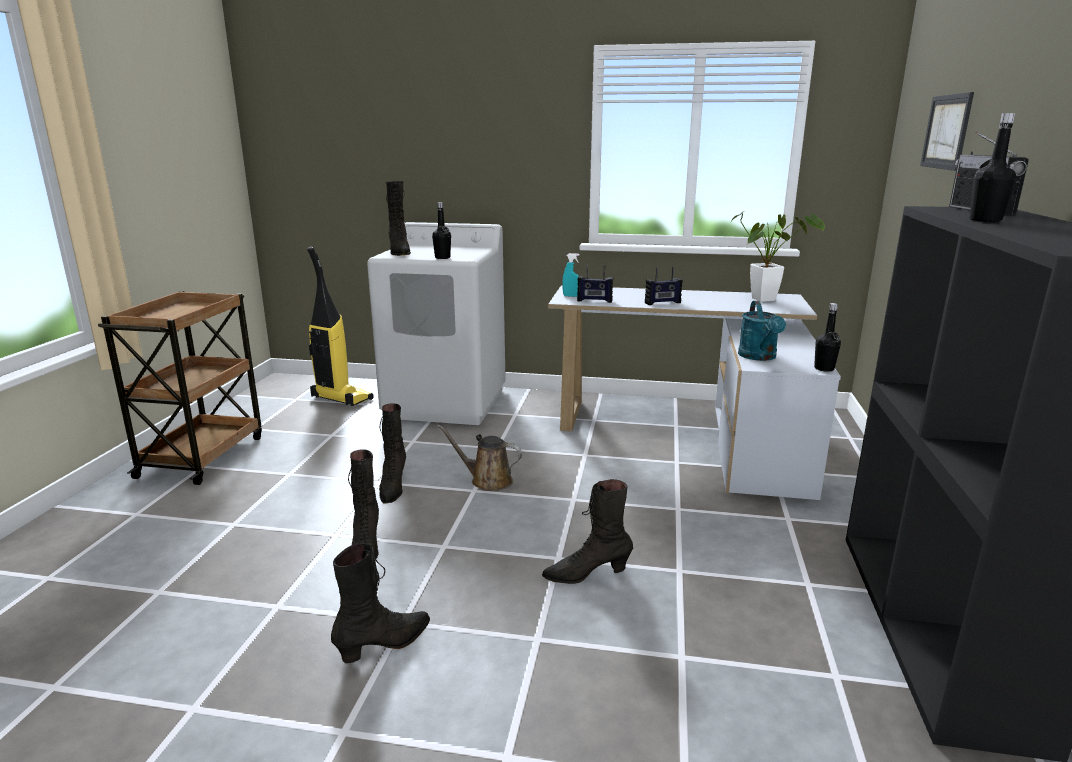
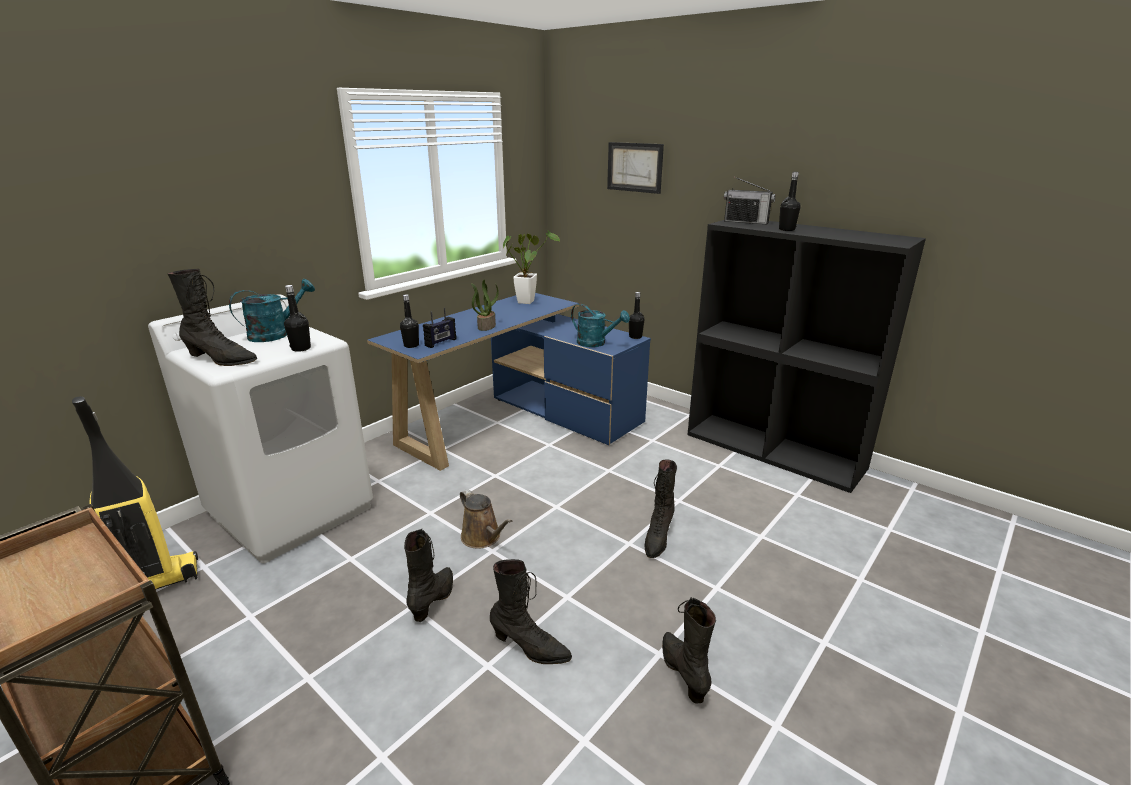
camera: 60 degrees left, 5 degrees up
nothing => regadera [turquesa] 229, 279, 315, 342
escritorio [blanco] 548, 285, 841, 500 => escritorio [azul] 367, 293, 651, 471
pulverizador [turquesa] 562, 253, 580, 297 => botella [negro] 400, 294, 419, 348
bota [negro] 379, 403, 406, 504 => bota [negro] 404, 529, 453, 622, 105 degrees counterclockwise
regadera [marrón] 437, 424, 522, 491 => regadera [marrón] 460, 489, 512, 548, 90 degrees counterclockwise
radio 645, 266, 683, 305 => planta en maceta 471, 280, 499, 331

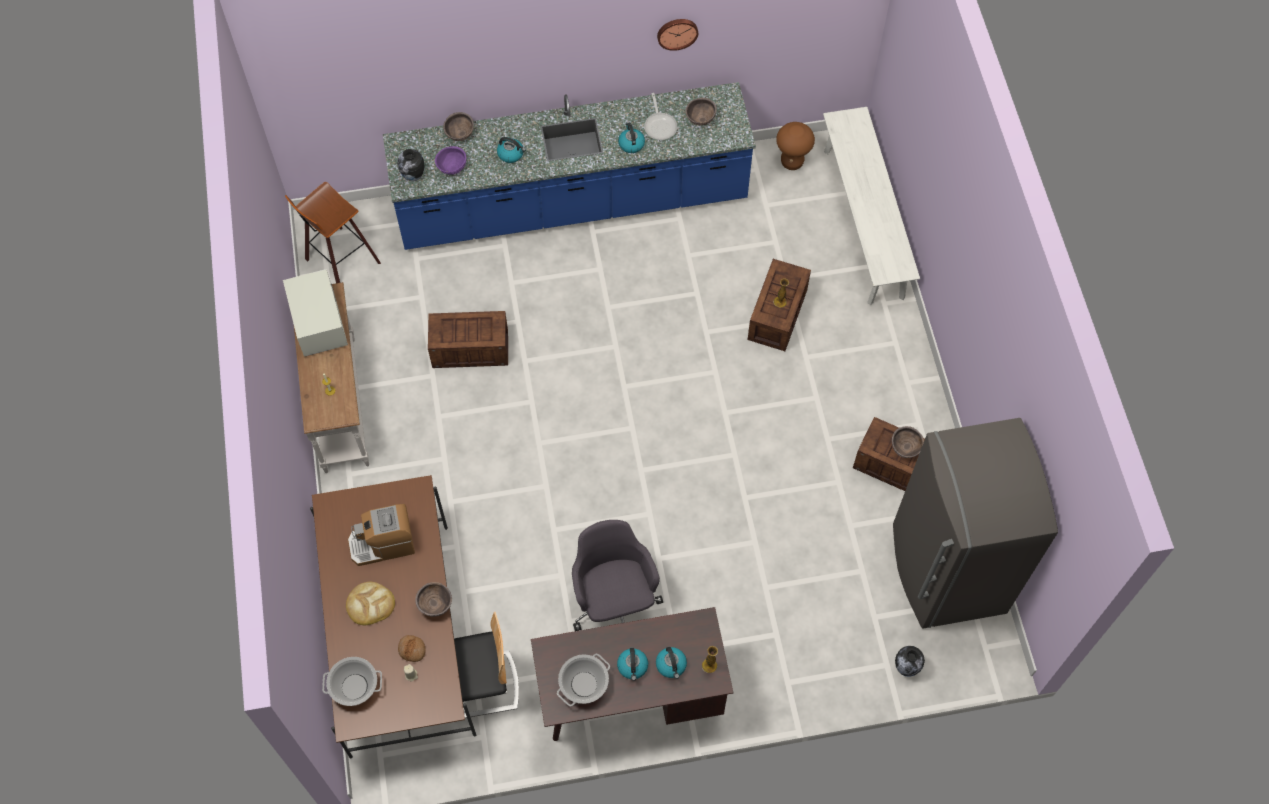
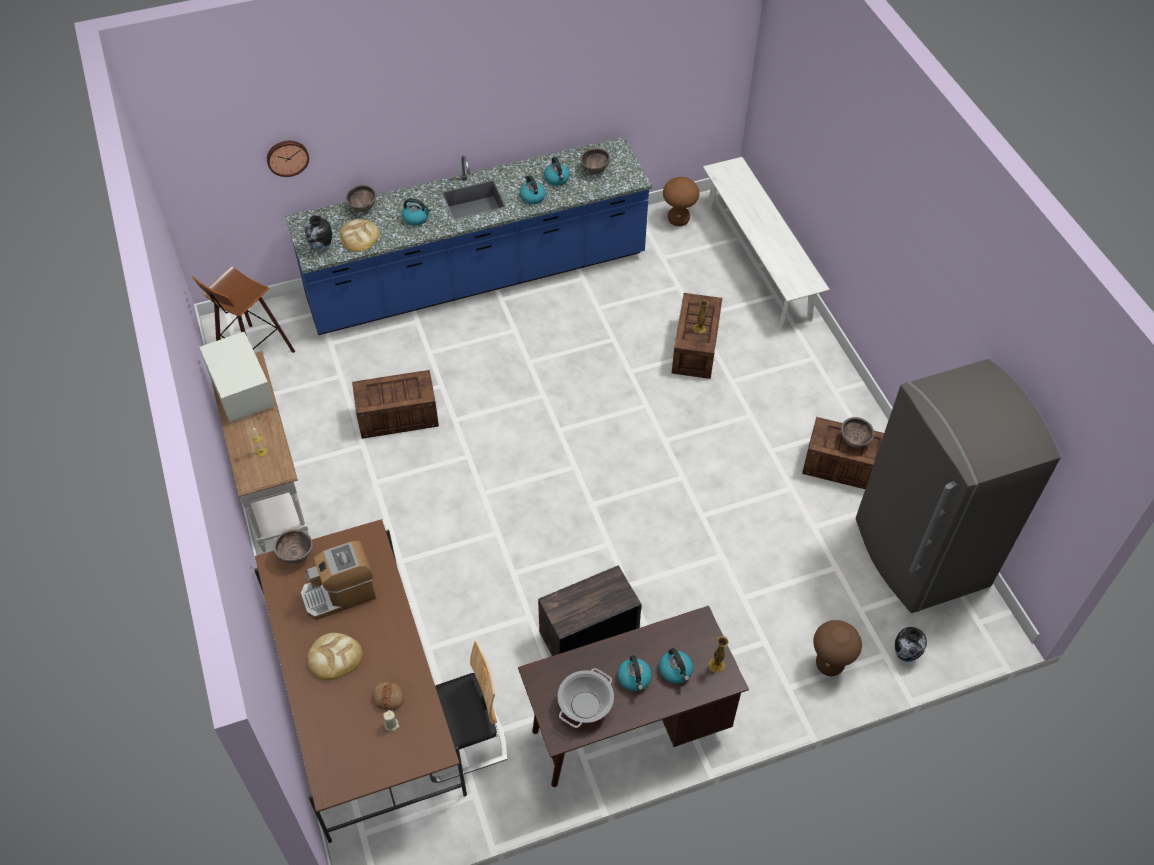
camera: 10 degrees left, 10 degrees down
reloj de pared 657, 19, 698, 51 => reloj de pared 267, 141, 309, 177, relocated
cuenco [marrón] 415, 582, 452, 617 => cuenco [marrón] 273, 529, 313, 564, relocated
cuenco [morado] 435, 146, 466, 175 => pan 340, 219, 380, 252
silla de oficina [gris] 572, 520, 663, 631 => caja de embalaje 538, 565, 642, 656
sartén 644, 93, 678, 140 => hervidor 544, 157, 570, 186
nothing => taburete [marrón] 813, 620, 862, 676
olla 322, 657, 382, 706 => nothing

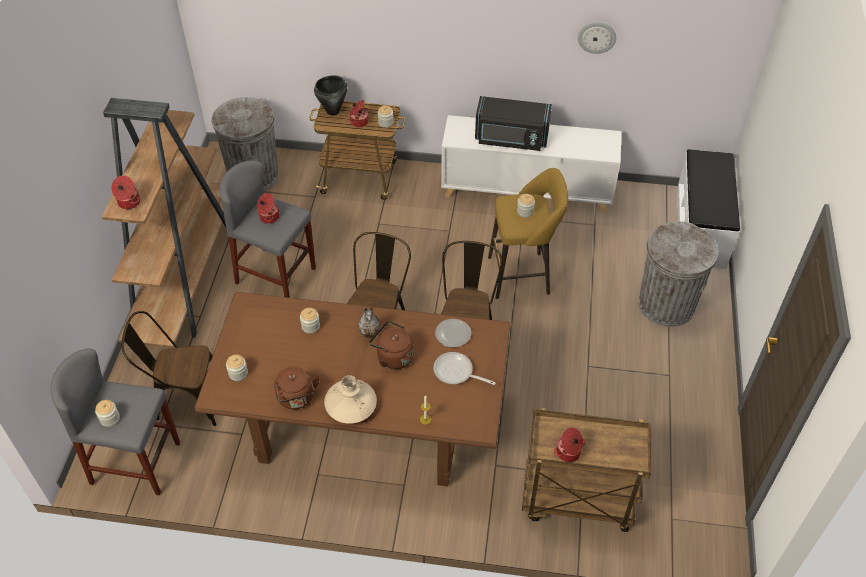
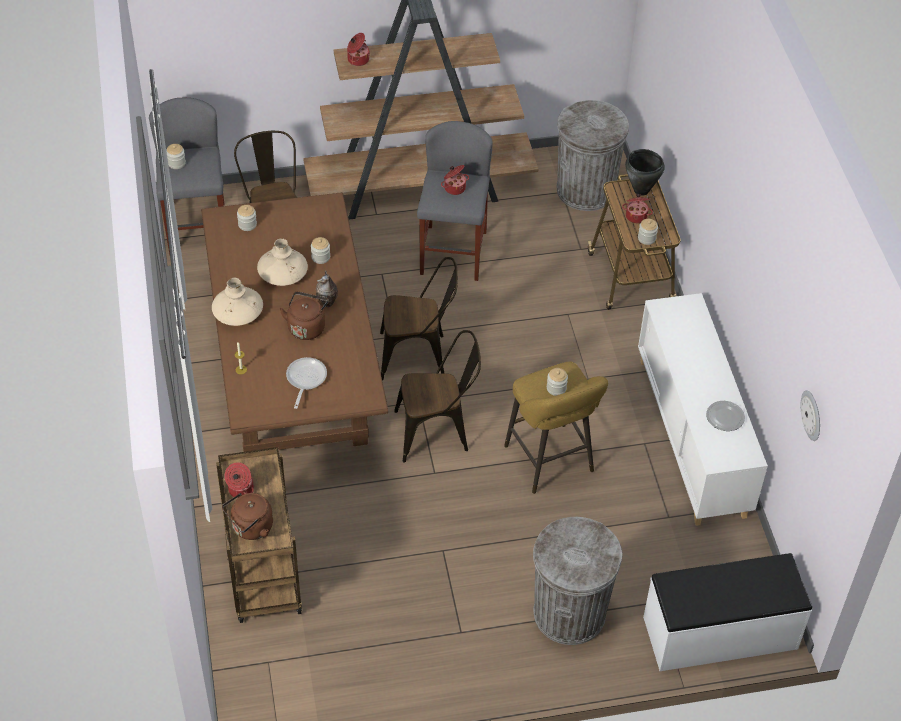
camera: 70 degrees right, 0 degrees up
hervidor [marrón] 274, 366, 320, 409 => hervidor [marrón] 222, 493, 273, 540, relocated
nothing => florero [beis] 257, 238, 308, 286
plato 435, 319, 471, 347 => plato 706, 401, 745, 431, relocated
reloj de pared 578, 22, 616, 54 => reloj de pared 801, 390, 820, 441, relocated
microondas [negro] 475, 96, 552, 151 => nothing

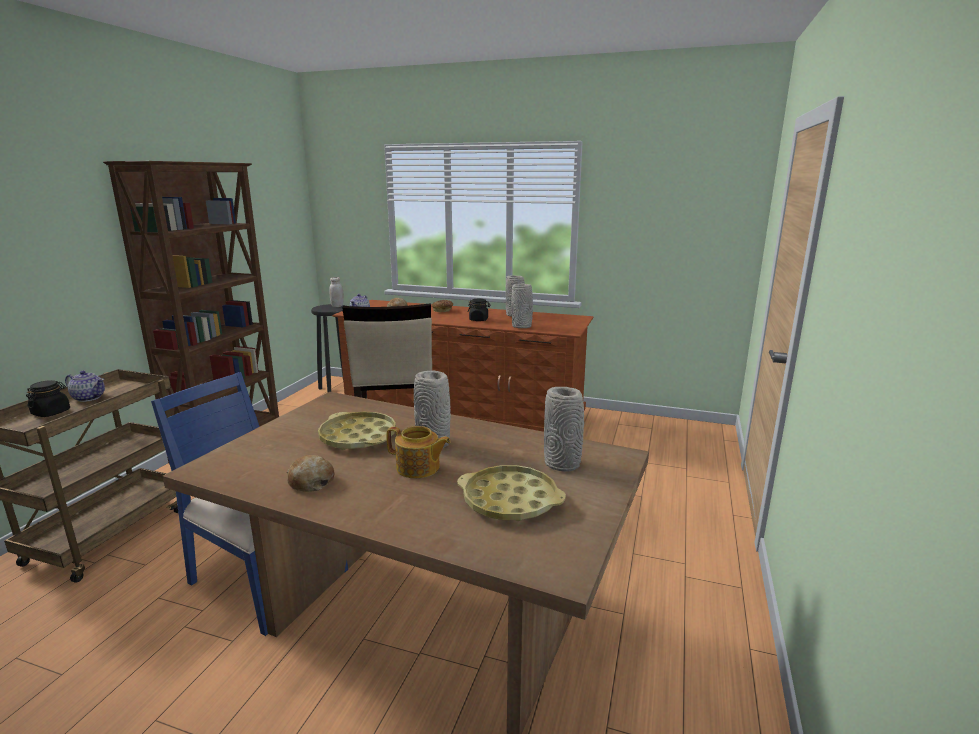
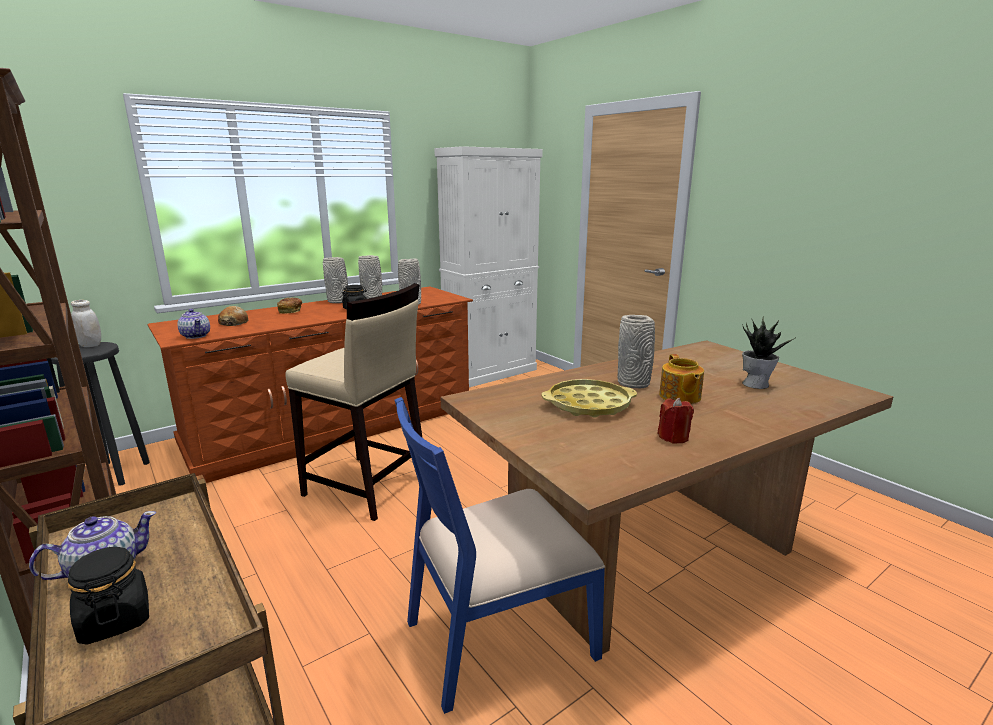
camera: 55 degrees left, 0 degrees up
florero [gris] 544, 387, 584, 472 => florero [gris] 323, 257, 348, 303, relocated
nothing => armario [blanco] 434, 146, 543, 387
pan 287, 455, 334, 492 => vela [rojo] 657, 398, 694, 443
tetera 386, 426, 451, 478 => tetera 659, 354, 704, 404, 120 degrees clockwise
bandeja [amarillo] 457, 465, 566, 521 => planta en maceta 742, 316, 796, 389

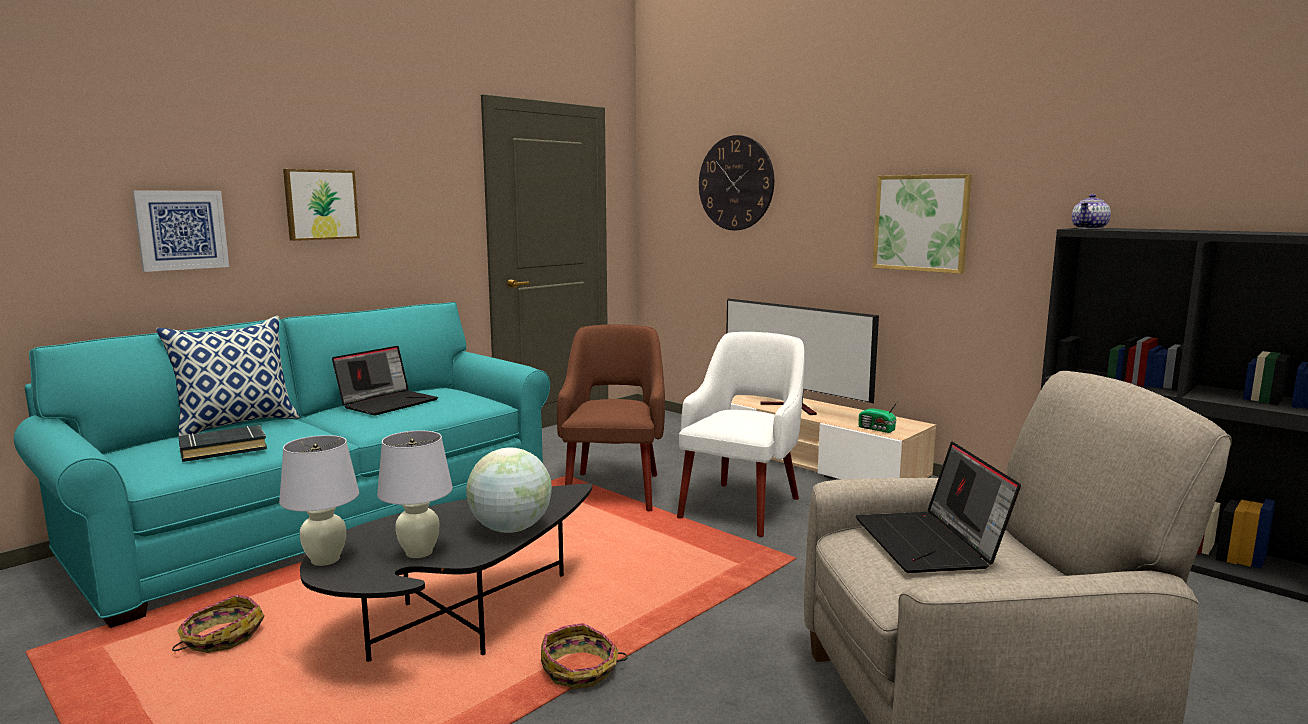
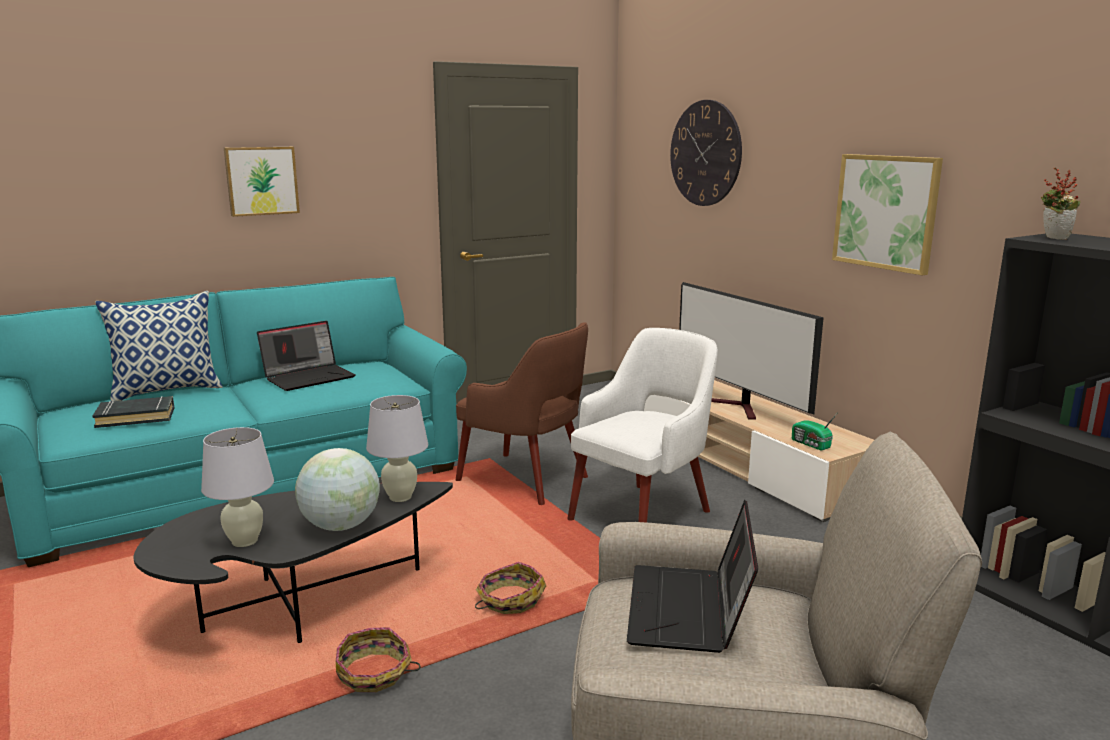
camera: 15 degrees right, 5 degrees up
lámpara de mesa [blanco] 279, 435, 359, 566 => lámpara de mesa [blanco] 366, 395, 428, 502, relocated
sillón [marrón] 557, 324, 665, 511 => sillón [marrón] 456, 322, 588, 505, 105 degrees clockwise
cesta 172, 595, 265, 653 => cesta 475, 562, 546, 614, relocated
tetera 1071, 194, 1111, 229 => planta en maceta 1041, 168, 1080, 240
cuadro 132, 190, 229, 272 => nothing

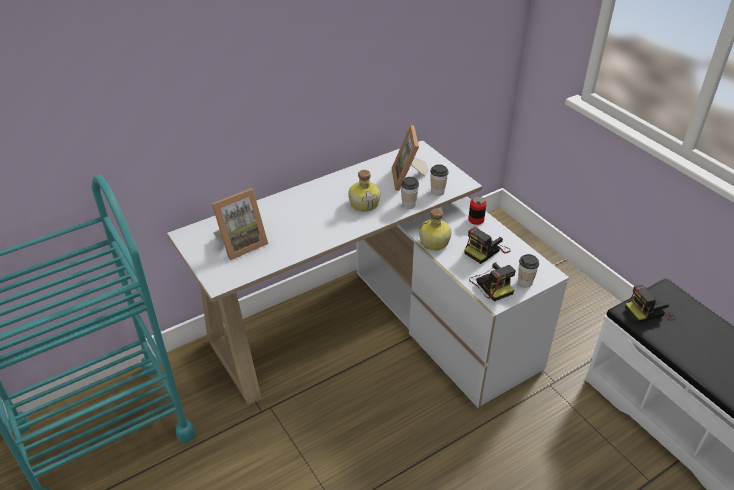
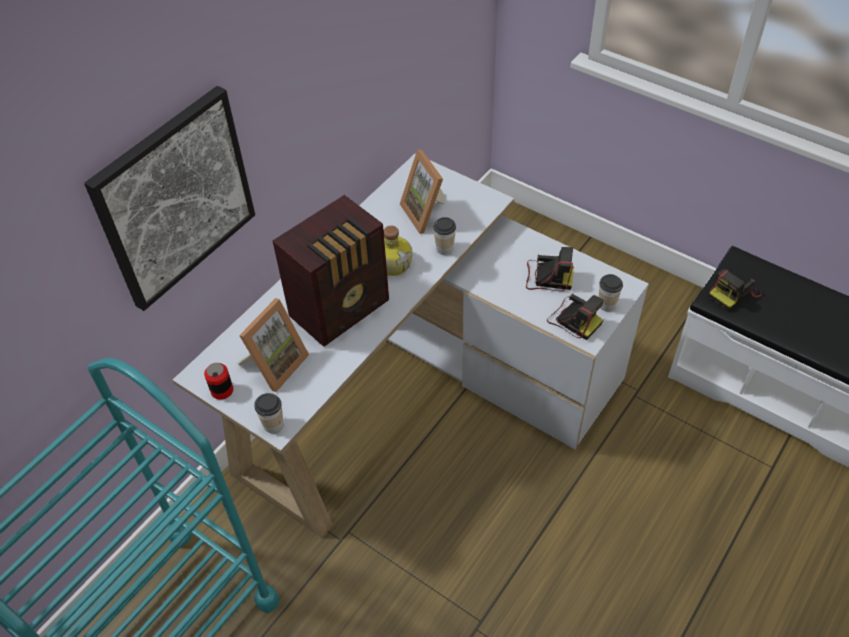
camera: 20 degrees left, 10 degrees up
nothing => cuadro 84, 86, 255, 311
lata 468, 197, 487, 225 => lata 204, 363, 233, 400, relocated
taza 430, 164, 449, 196 => taza 254, 393, 284, 433, relocated
nothing => radio 273, 195, 389, 347
cámara 464, 227, 511, 264 => cámara 526, 247, 574, 291, 105 degrees counterclockwise
botella 419, 209, 452, 251 => nothing

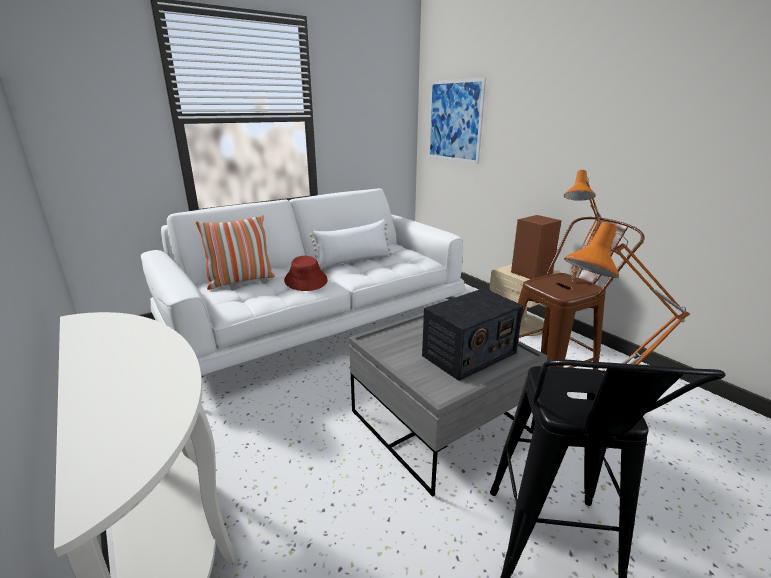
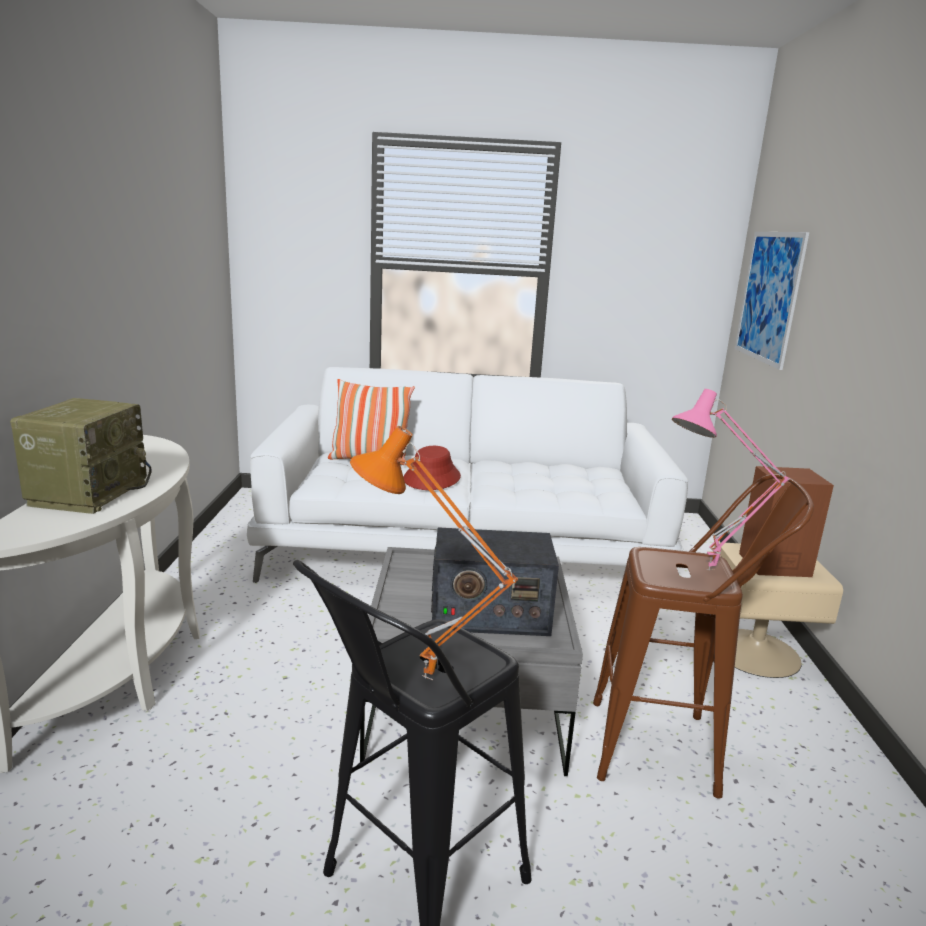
camera: 35 degrees right, 5 degrees down
nothing => radio 10, 398, 152, 514
lámpara de mesa [naranja] 564, 170, 602, 282 => lámpara de mesa [rosa] 672, 389, 790, 571
cojín [blanco] 310, 219, 392, 269 => nothing

